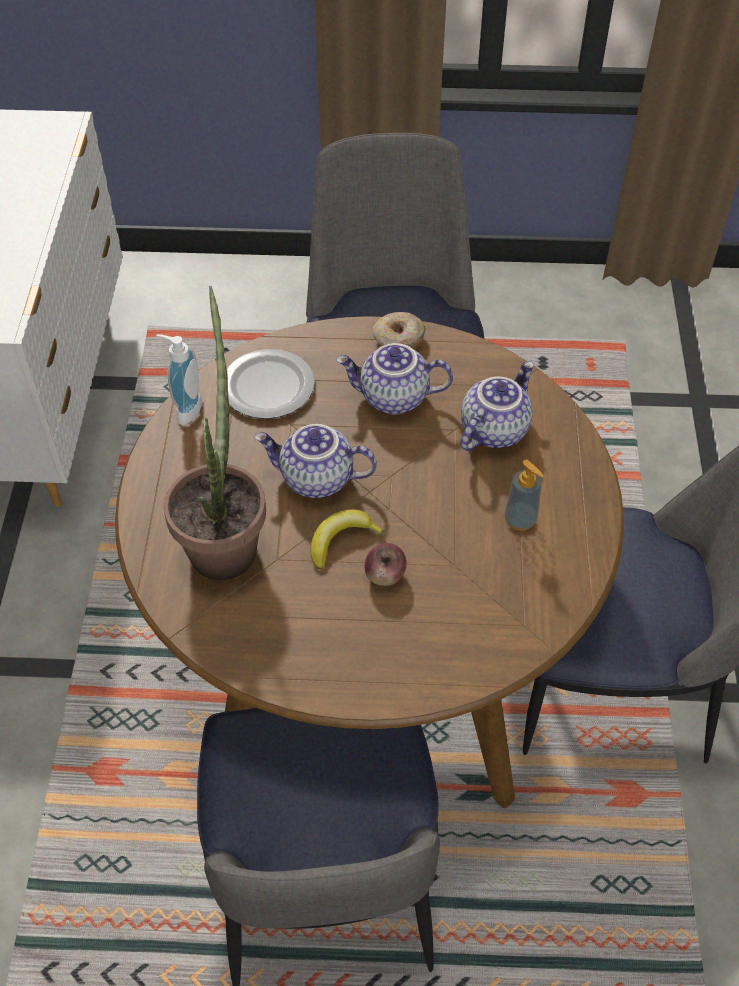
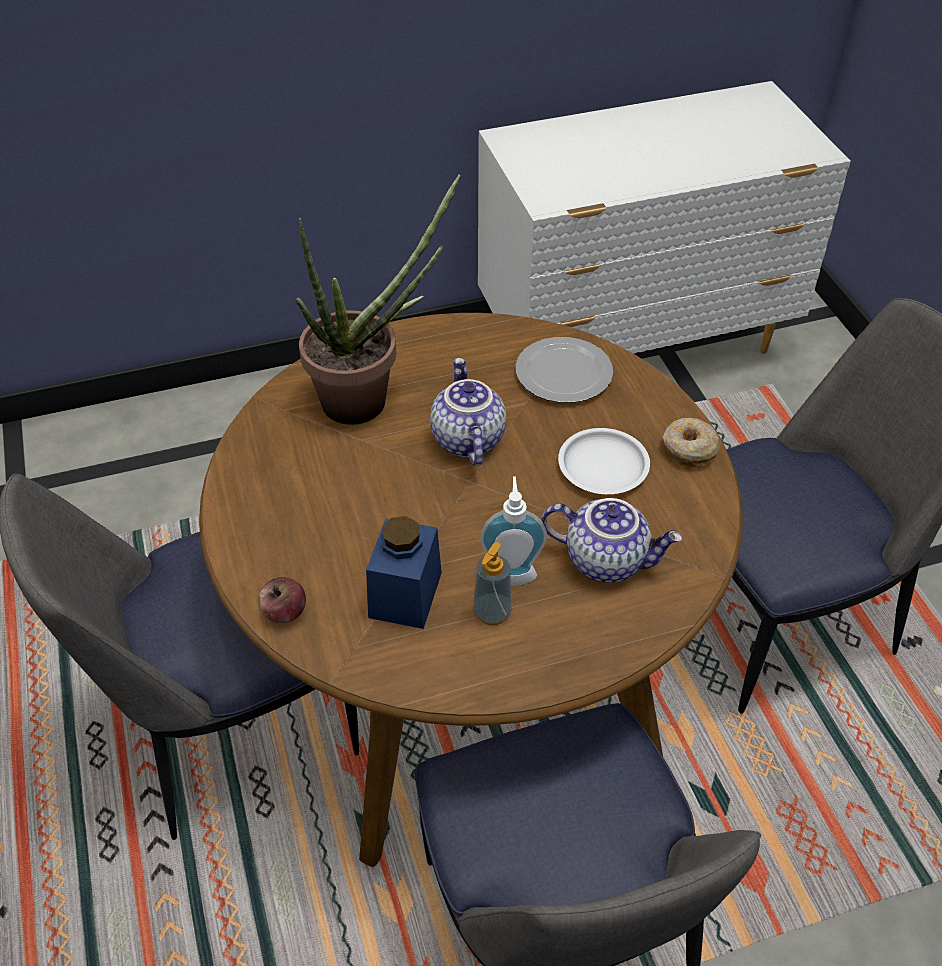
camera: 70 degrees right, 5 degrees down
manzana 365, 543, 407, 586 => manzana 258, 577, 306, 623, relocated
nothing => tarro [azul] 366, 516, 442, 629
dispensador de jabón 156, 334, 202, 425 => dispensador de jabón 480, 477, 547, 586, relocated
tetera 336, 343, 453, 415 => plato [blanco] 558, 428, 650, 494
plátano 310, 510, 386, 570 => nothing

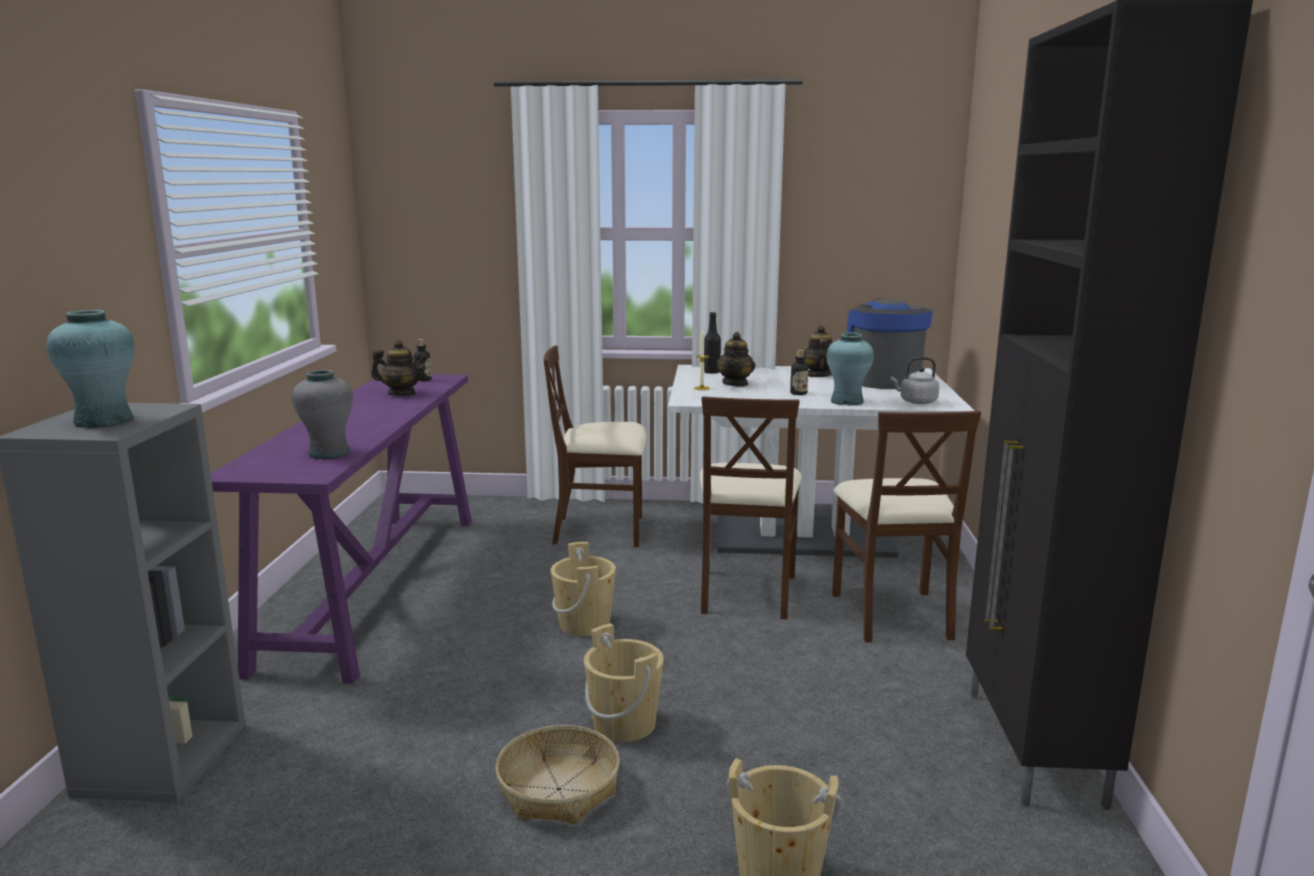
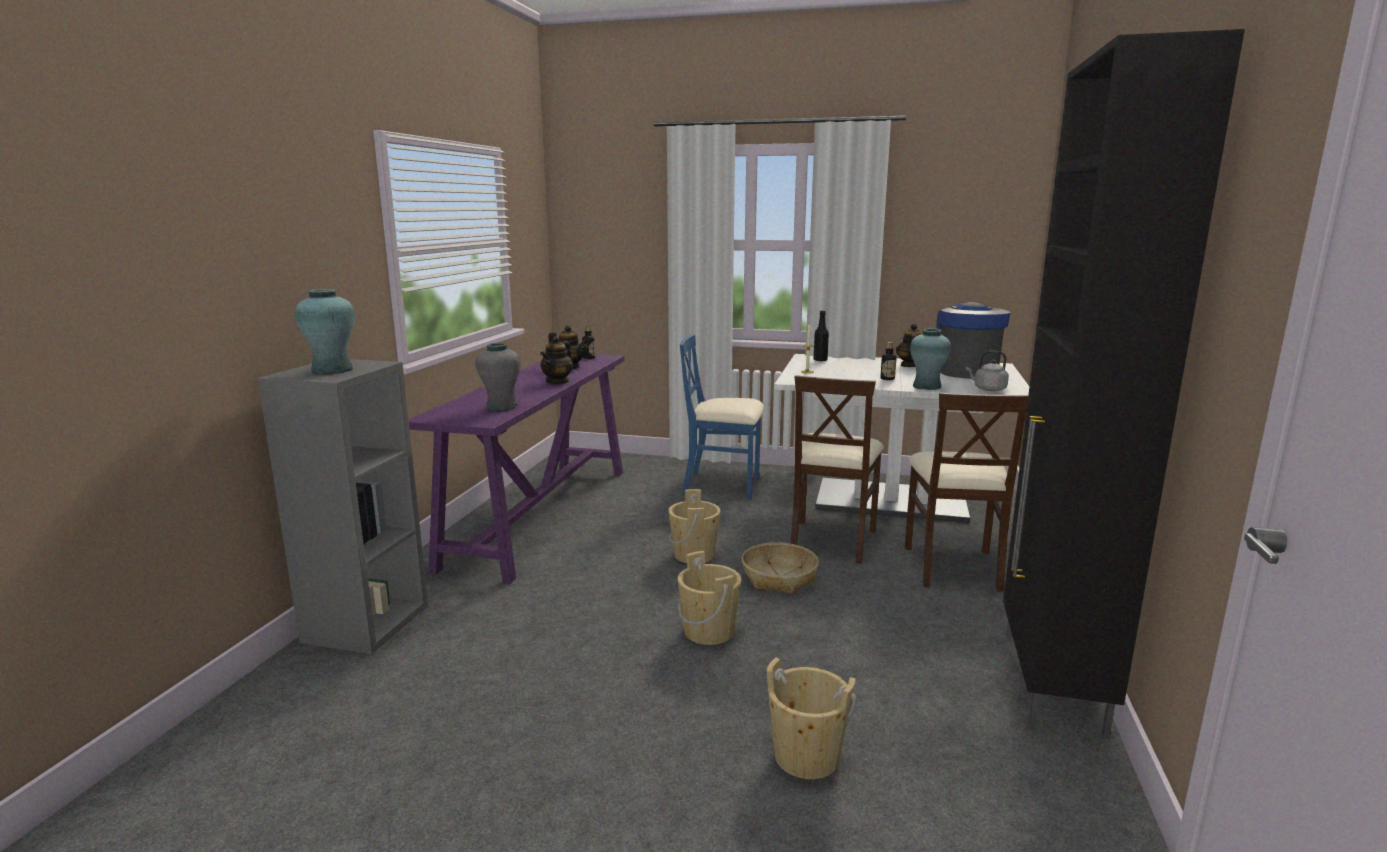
camera: 10 degrees right, 0 degrees up
tetera 716, 332, 755, 387 => tetera 540, 336, 573, 384, relocated
silla [beis] 544, 345, 647, 547 => silla [azul] 680, 334, 764, 500
cesta 496, 725, 620, 824 => cesta 742, 542, 819, 594, relocated

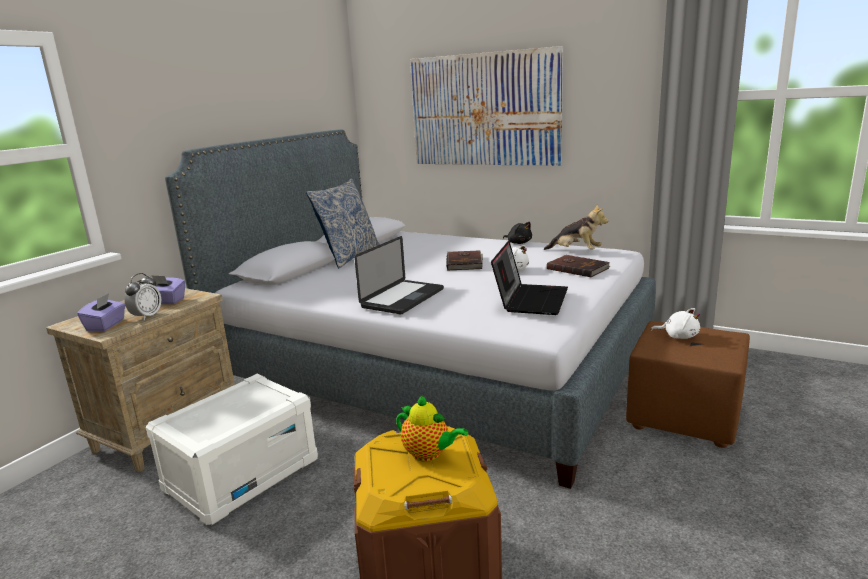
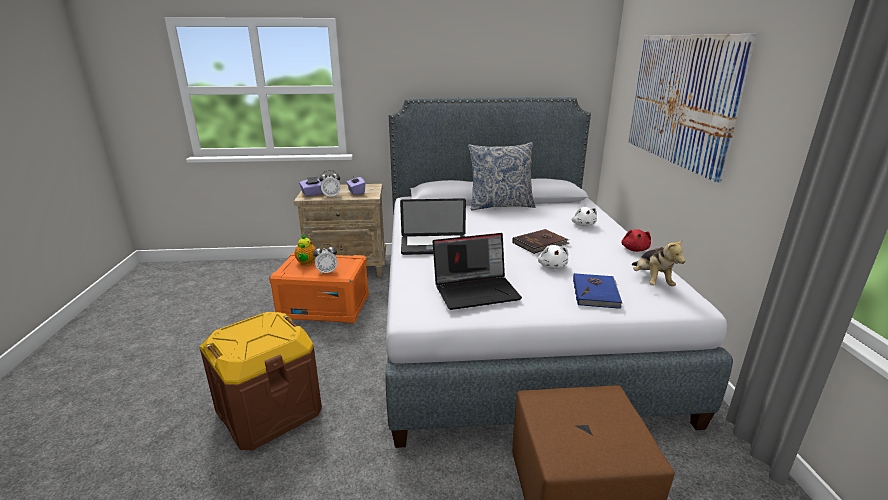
camera: 55 degrees right, 5 degrees up
caja de almacenaje [blanco] 146, 374, 318, 526 => caja de almacenaje [naranja] 269, 253, 369, 324
tetera 396, 396, 468, 462 => tetera 295, 234, 316, 265, relocated
nothing => despertador 313, 244, 338, 274
peluche [blanco] 651, 308, 700, 339 => peluche [blanco] 571, 207, 597, 227, relocated
libro [marrón] 547, 255, 610, 277 => libro [azul] 573, 273, 623, 309
peluche [negro] 503, 222, 532, 244 => peluche [rojo] 621, 229, 651, 252

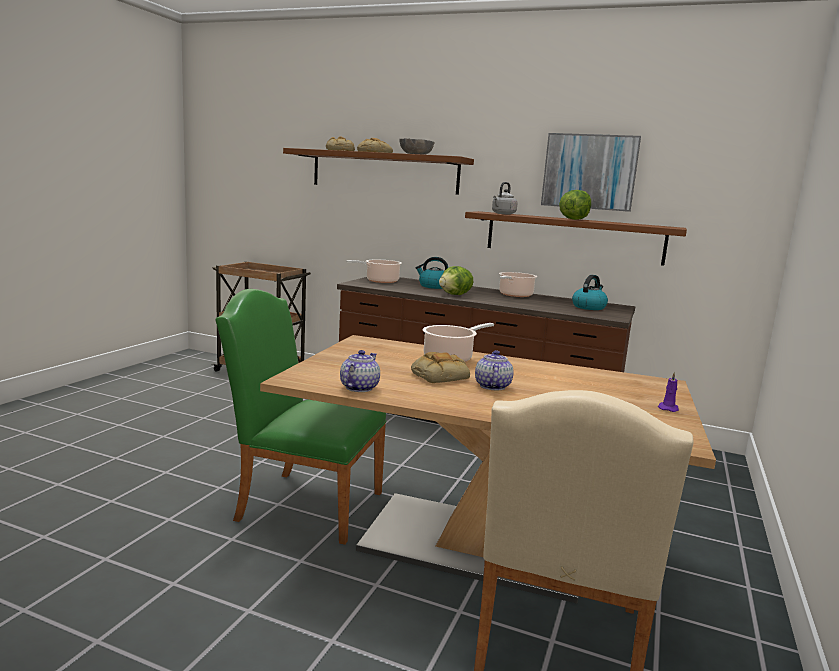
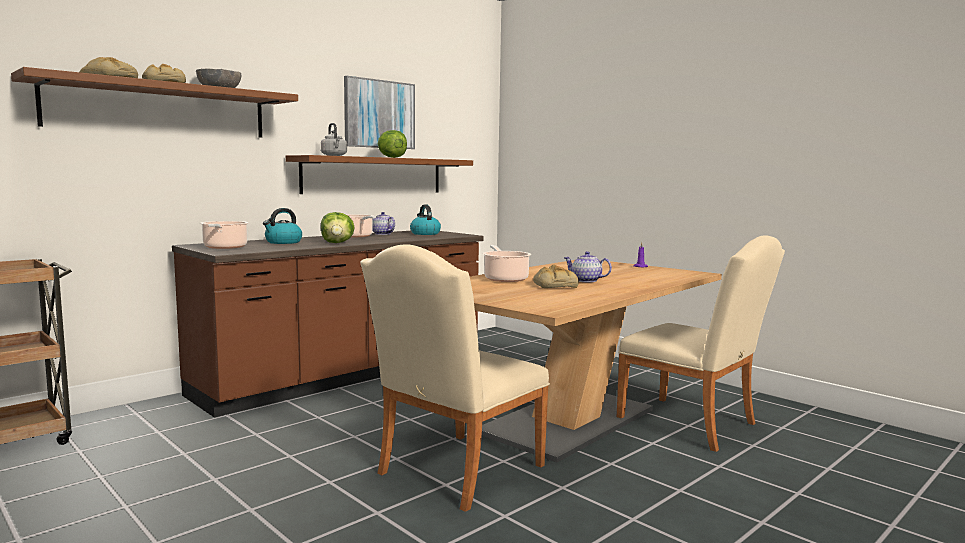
camera: 65 degrees left, 5 degrees down
silla [verde] 215, 289, 387, 545 => silla [beis] 360, 244, 550, 512
tetera 340, 350, 380, 392 => tetera 372, 212, 395, 235, relocated

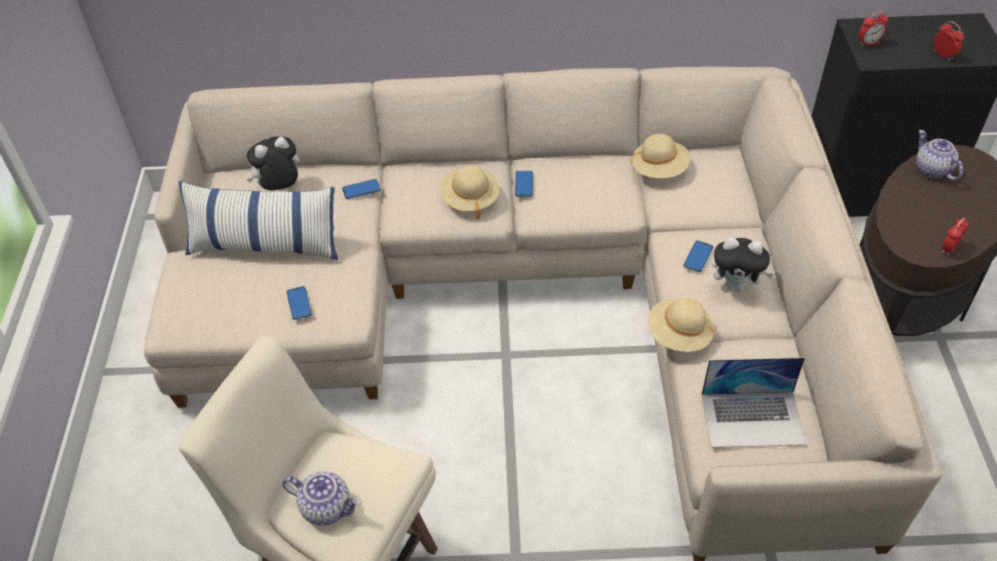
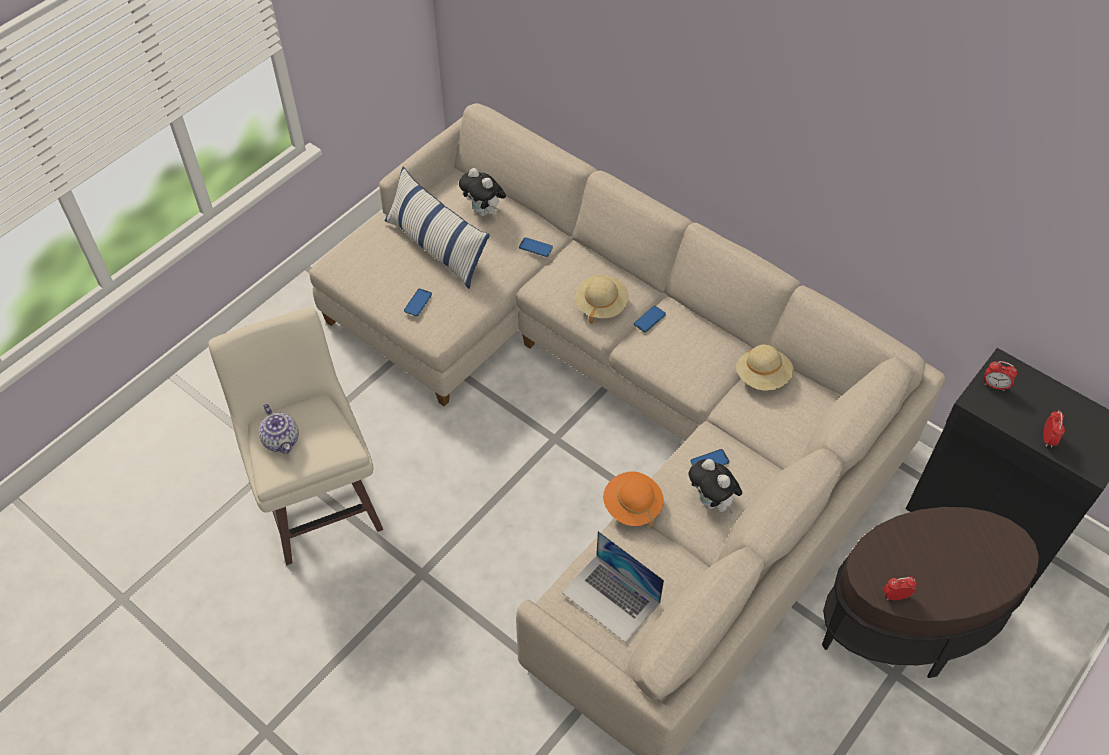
camera: 40 degrees right, 5 degrees up
peluche 246, 136, 299, 191 => peluche 459, 168, 506, 216, 150 degrees counterclockwise
sombrero [beis] 648, 298, 714, 352 => sombrero [naranja] 603, 471, 664, 528
tetera 916, 130, 963, 180 => nothing

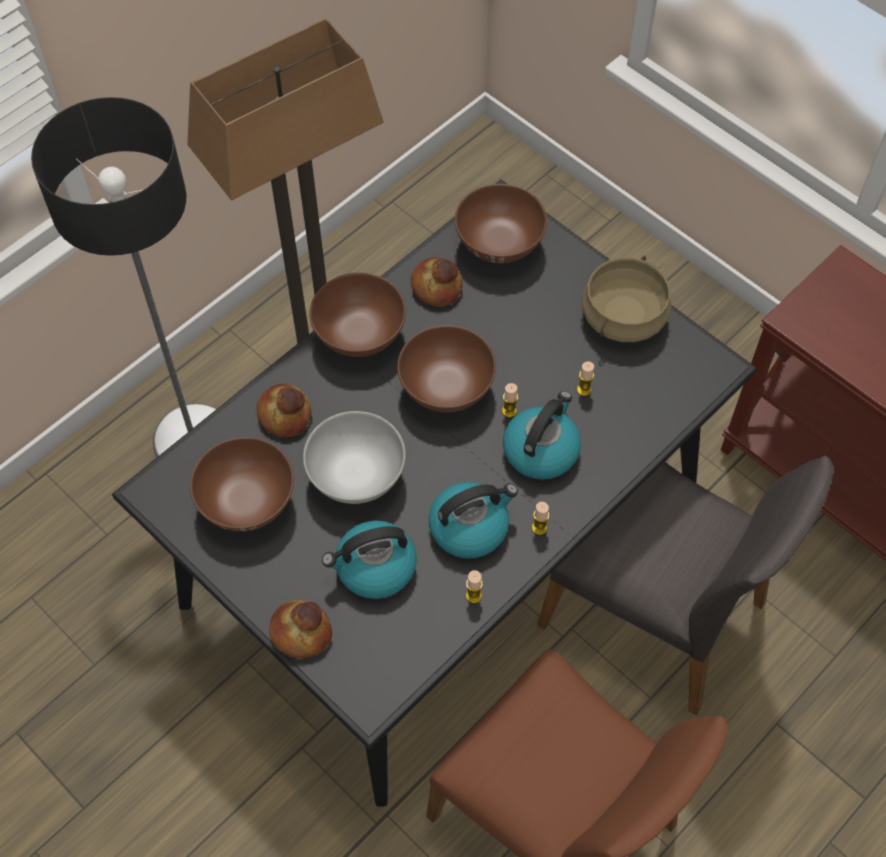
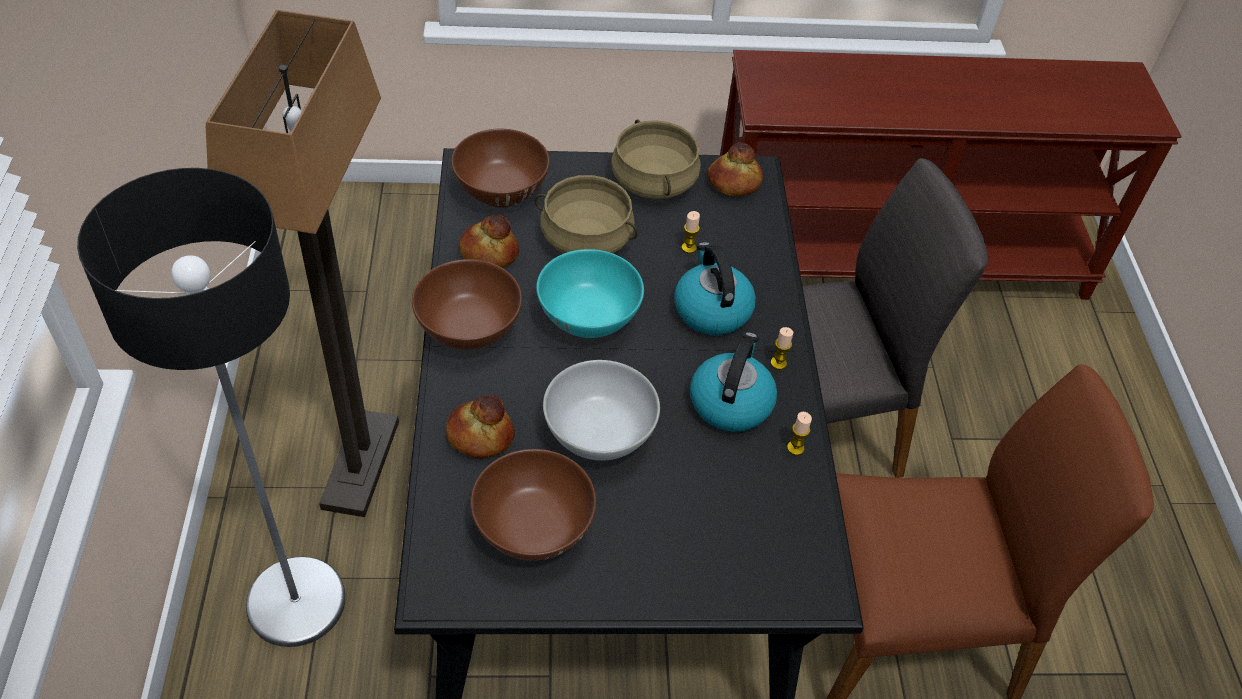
camera: 50 degrees left, 10 degrees down
nothing => olla [beis] 534, 175, 638, 253
cuenco [marrón] 397, 325, 496, 413 => cuenco [turquesa] 536, 249, 644, 338
pan 269, 600, 332, 658 => pan 707, 143, 763, 196, relocated
hervidor 322, 520, 417, 599 => nothing
vela 502, 383, 518, 418 => nothing

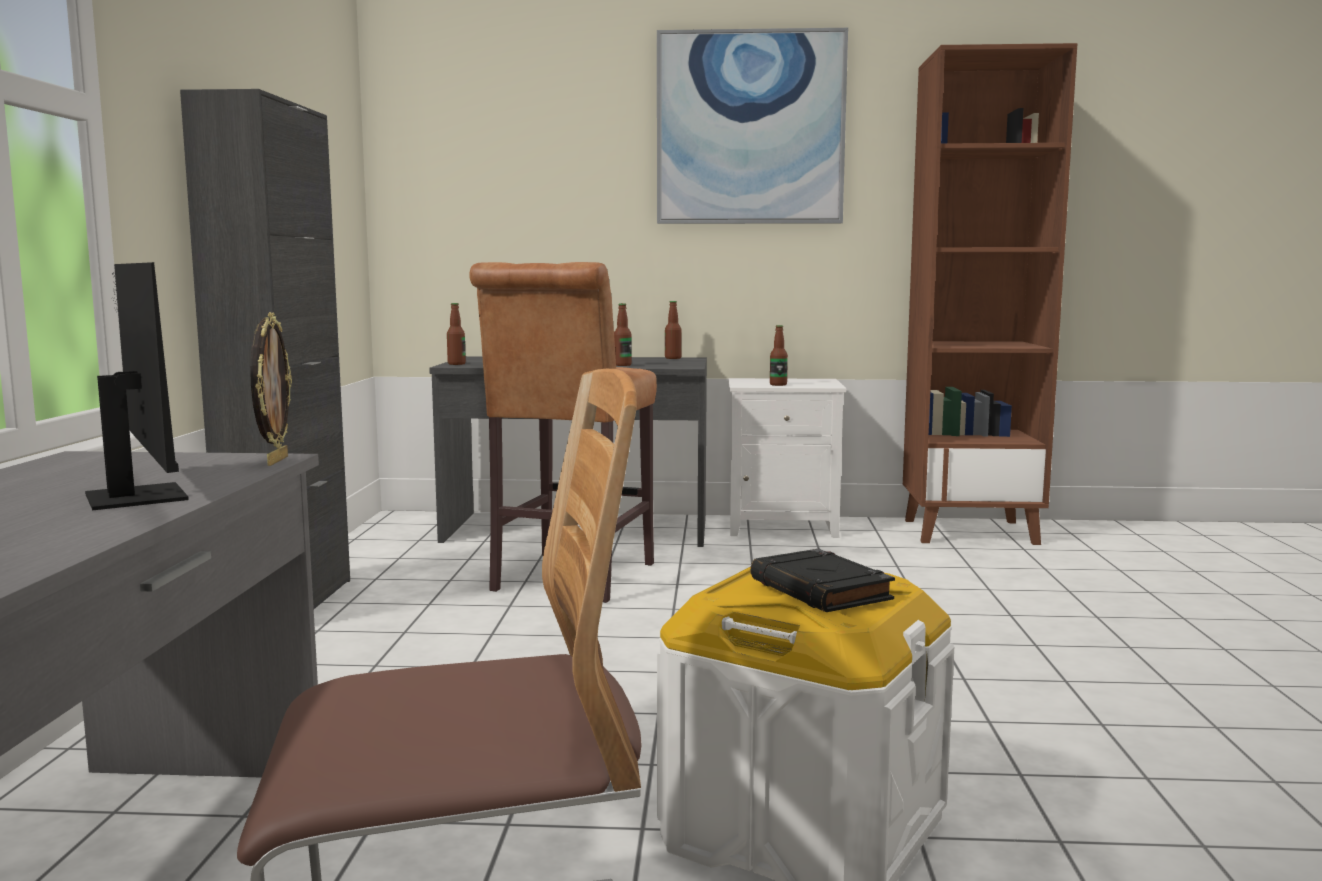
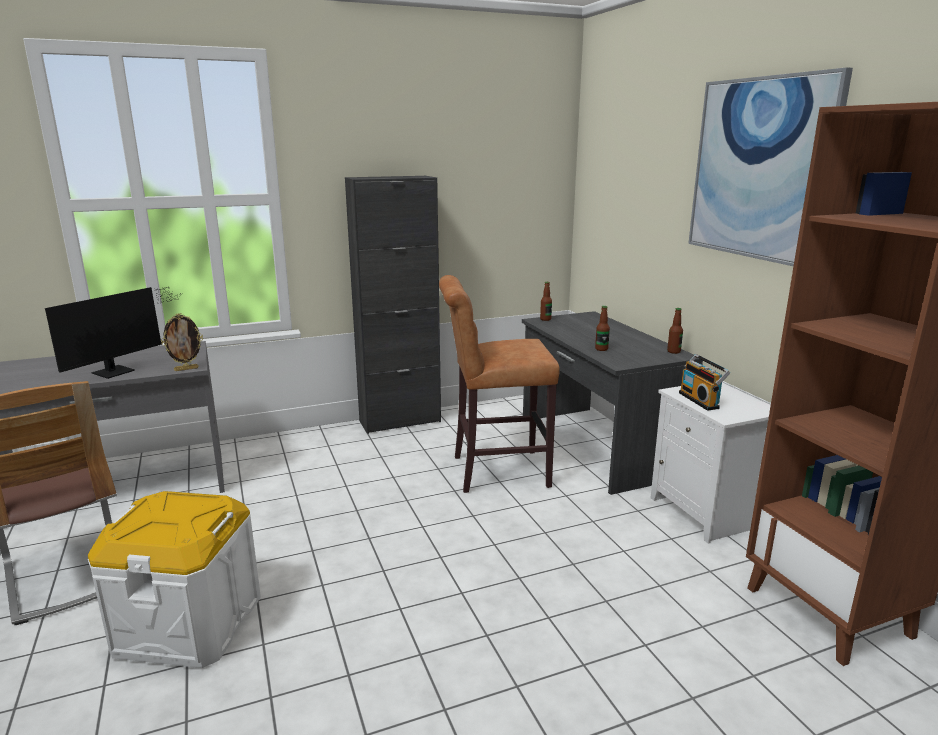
camera: 65 degrees right, 10 degrees up
botella 770, 325, 788, 386 => radio 679, 354, 730, 411
libro [negro] 750, 549, 895, 612 => nothing

